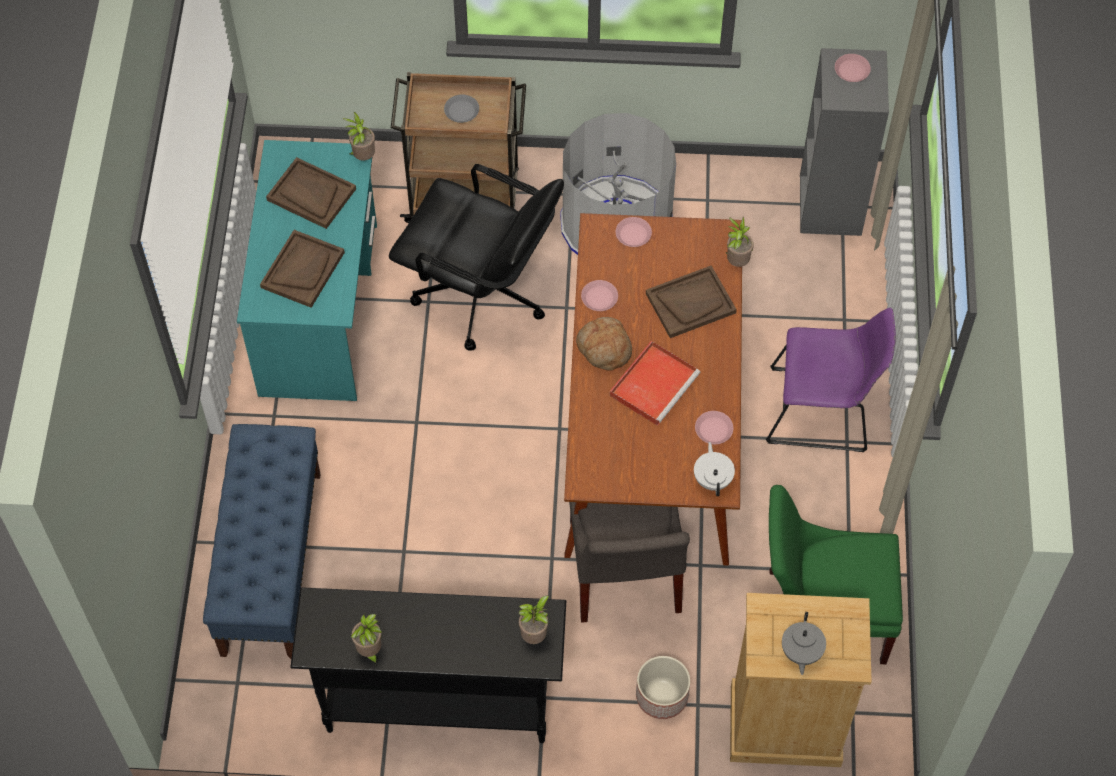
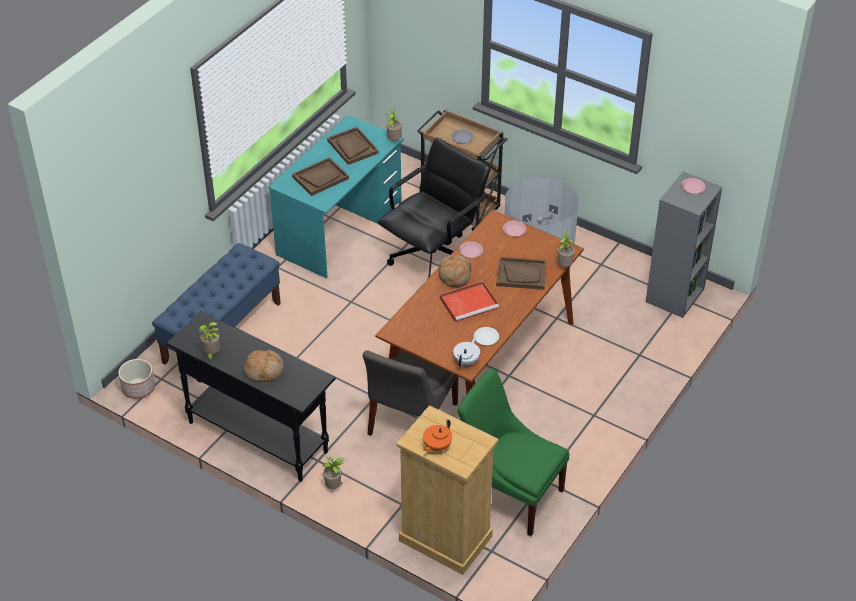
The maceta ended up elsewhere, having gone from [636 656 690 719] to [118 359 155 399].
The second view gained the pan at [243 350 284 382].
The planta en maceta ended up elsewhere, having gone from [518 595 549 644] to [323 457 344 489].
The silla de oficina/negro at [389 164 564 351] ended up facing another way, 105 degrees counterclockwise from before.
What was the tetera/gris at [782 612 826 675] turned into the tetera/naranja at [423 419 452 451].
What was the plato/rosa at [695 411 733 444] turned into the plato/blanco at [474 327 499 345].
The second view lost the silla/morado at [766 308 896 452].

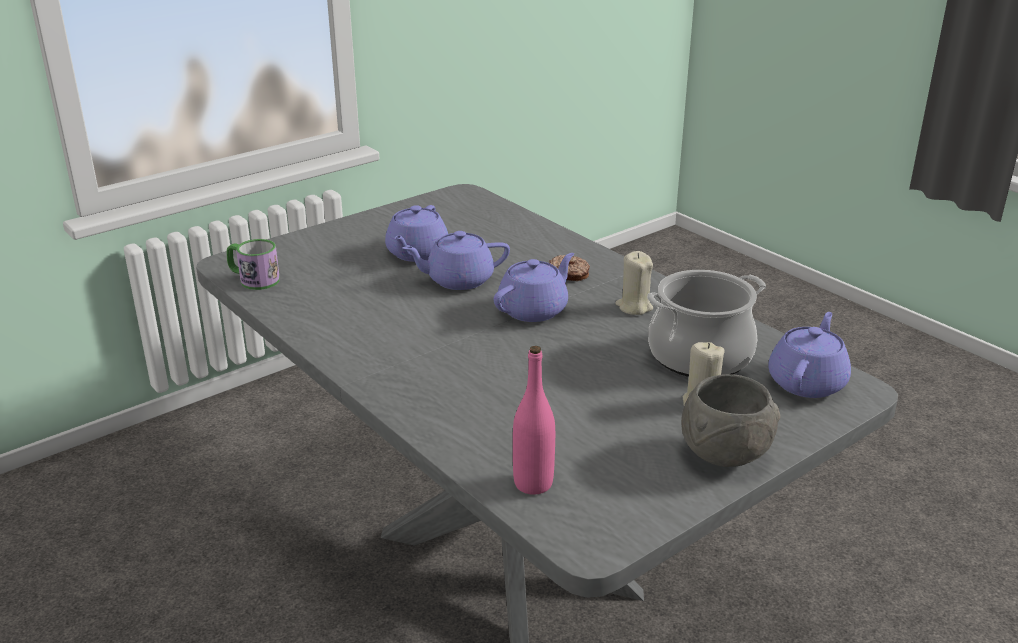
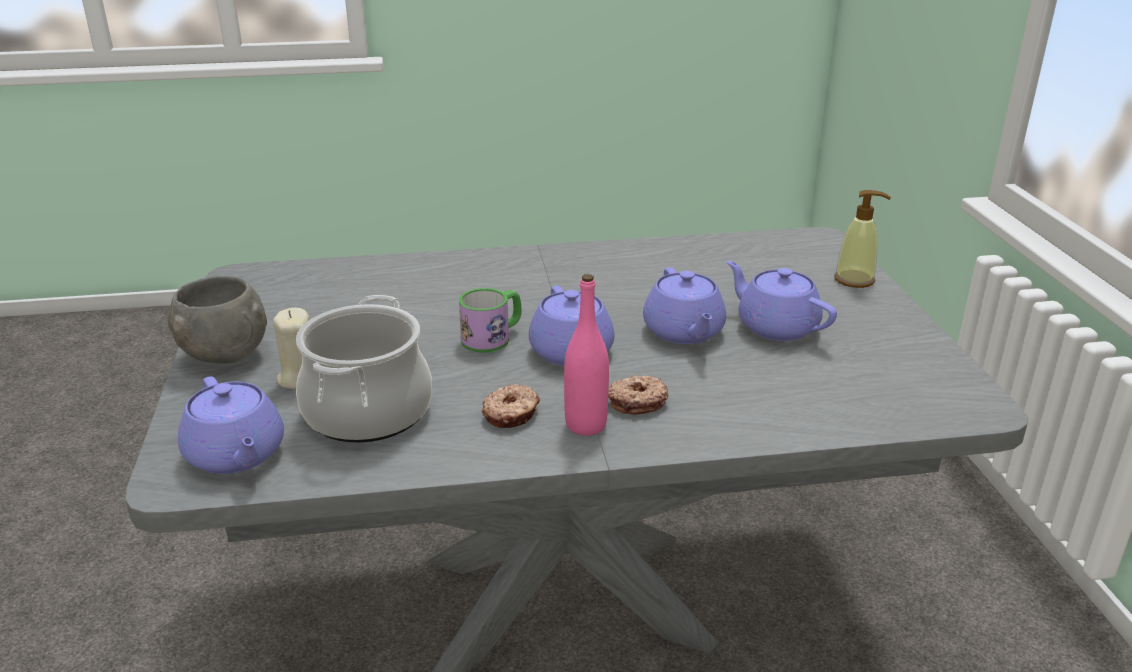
The taza grande ended up elsewhere, having gone from [226 239 280 290] to [459 288 521 353].
Where the vela/beis stood at [615 251 653 315], the rosquilla came to stand at [482 384 540 428].
The botella/rosa ended up elsewhere, having gone from [513 346 555 495] to [564 274 609 436].
The tetera/morado at [402 231 510 290] ended up facing another way, 150 degrees clockwise from before.
The second view gained the dispensador de jabón at [834 190 891 288].

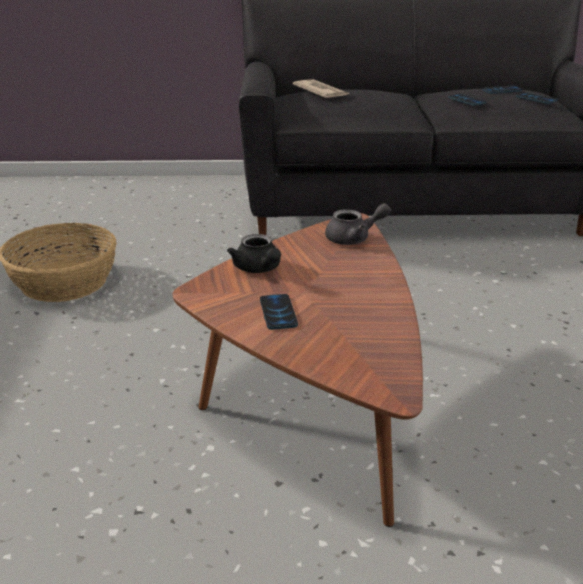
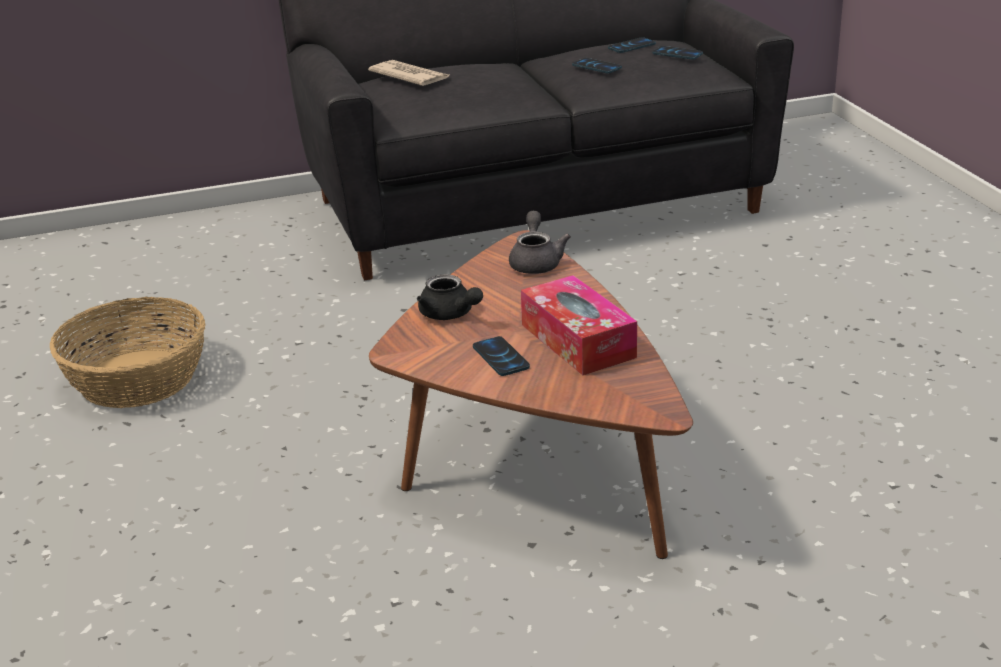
The tetera/gris at [325 203 391 245] ended up facing another way, 60 degrees counterclockwise from before.
The second view gained the caja de pañuelos at [521 275 637 375].

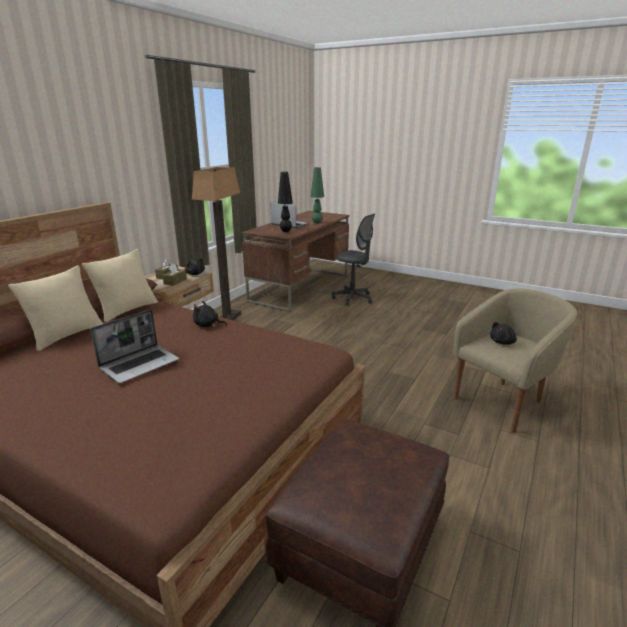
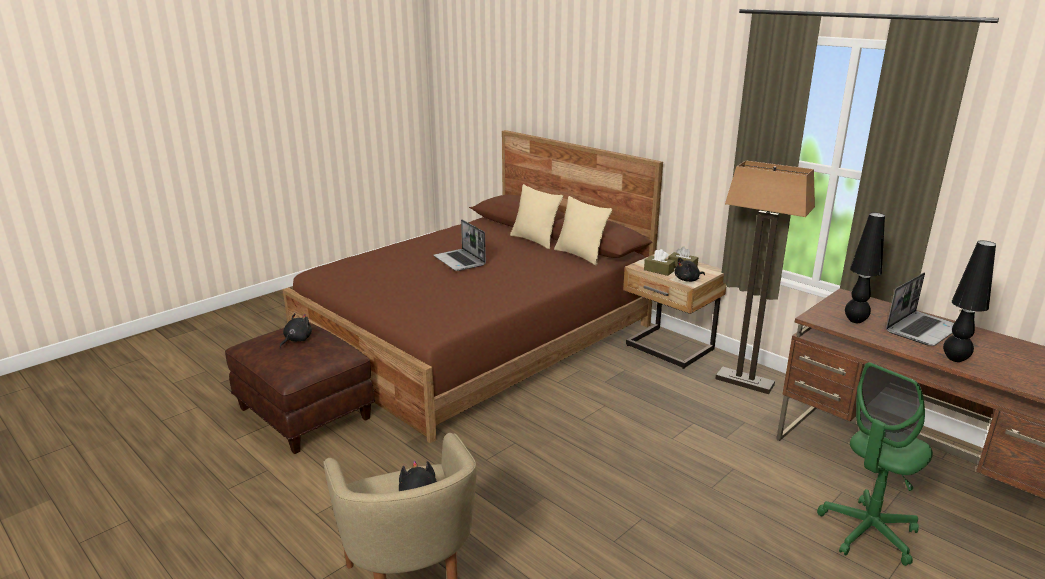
The peluche/negro ended up elsewhere, having gone from [193 301 227 327] to [280 313 312 348].
What was the silla de oficina/gris at [332 214 375 306] turned into the silla de oficina/verde at [817 362 933 566].
What was the lámpara de mesa/verde at [310 167 324 224] turned into the lámpara de mesa/negro at [943 241 996 362].

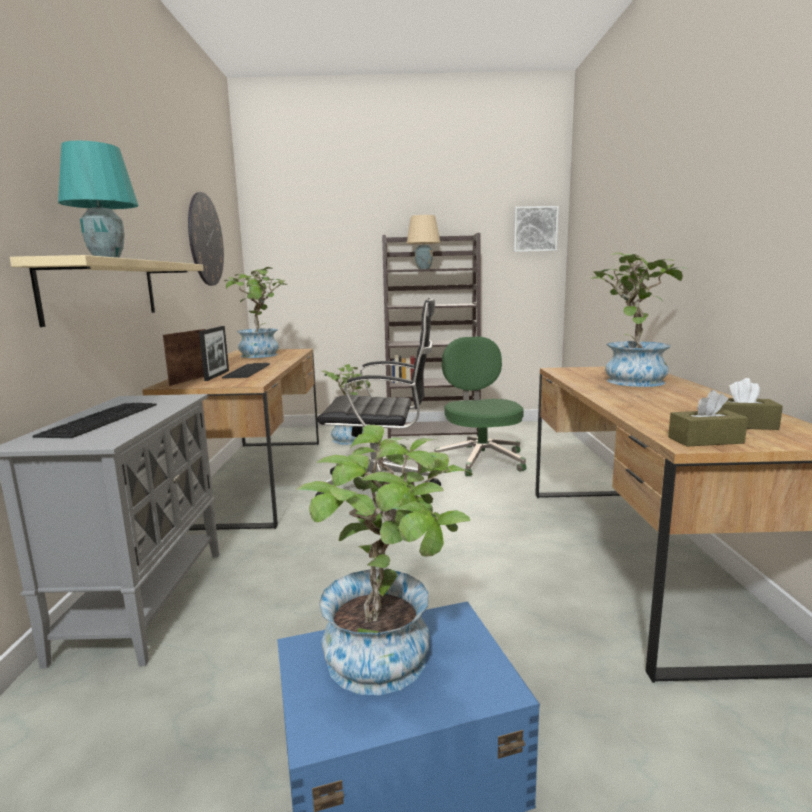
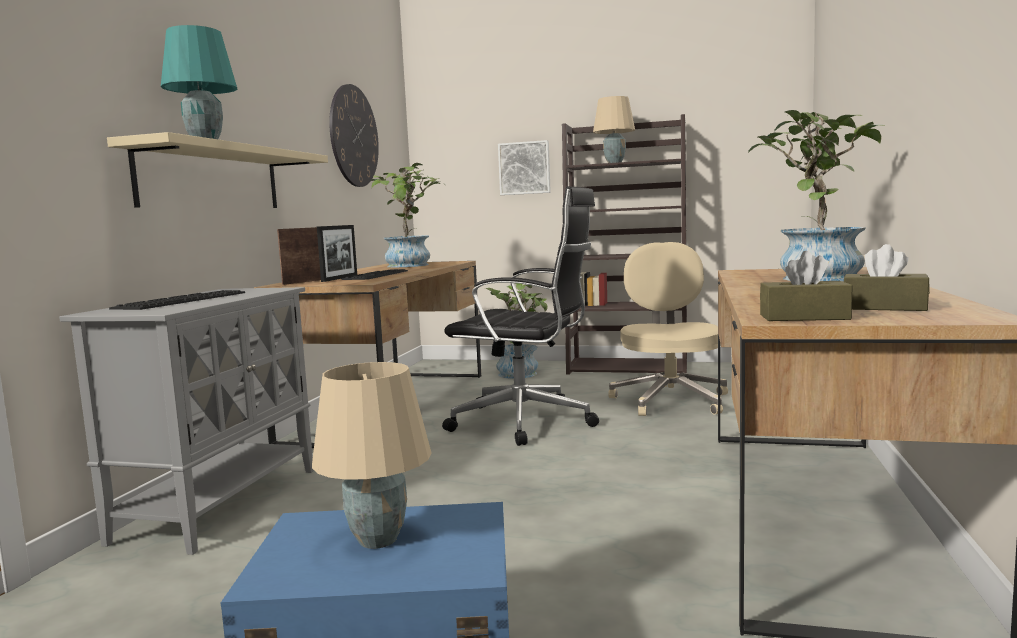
Where the planta en maceta stood at [296 425 473 695], the lámpara de mesa/beis came to stand at [312 362 432 549].
The cuadro ended up elsewhere, having gone from [513 206 559 252] to [498 140 551 195].
What was the silla de oficina/verde at [434 336 526 476] turned into the silla de oficina/beis at [608 242 728 416].

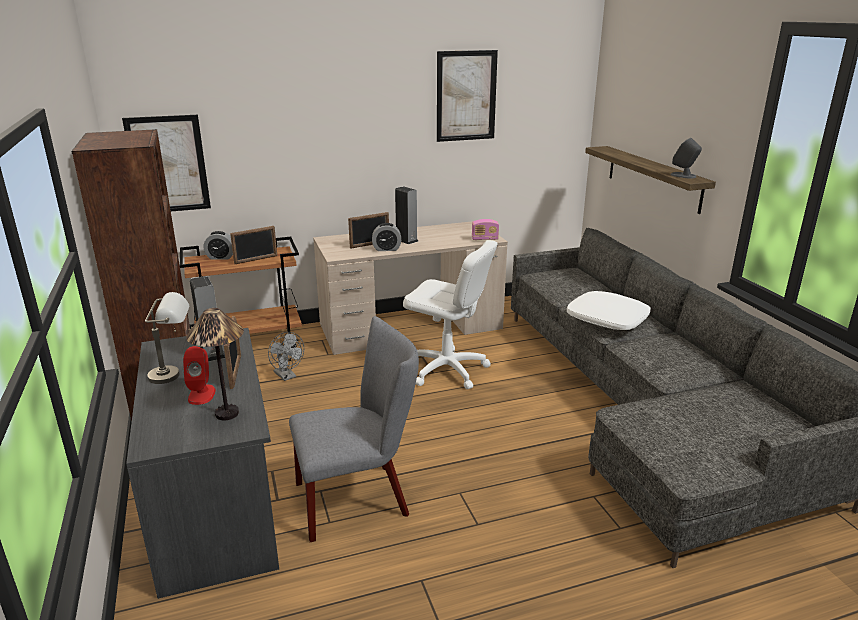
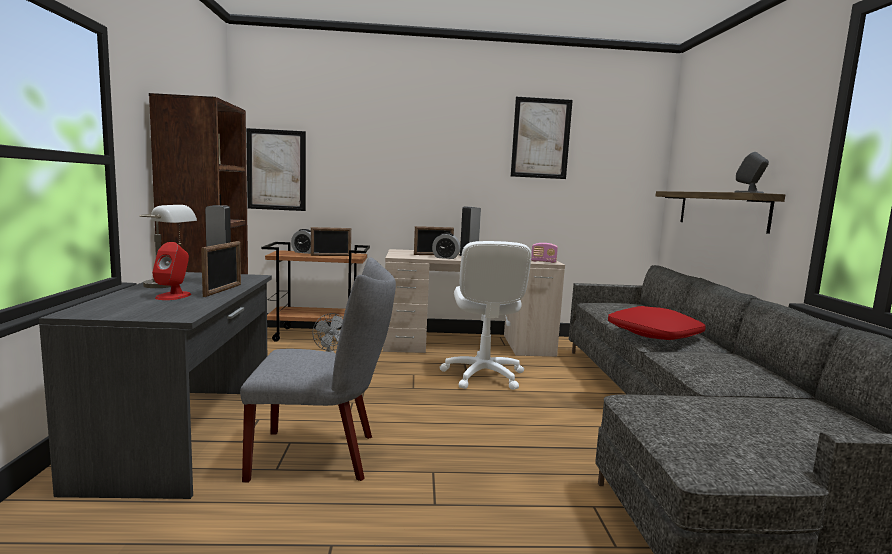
The silla de oficina/blanco at [403 240 498 389] ended up facing another way, 45 degrees clockwise from before.
What was the cojín/blanco at [567 291 651 330] turned into the cojín/rojo at [608 306 706 340].
The second view lost the lámpara de mesa at [187 308 244 420].

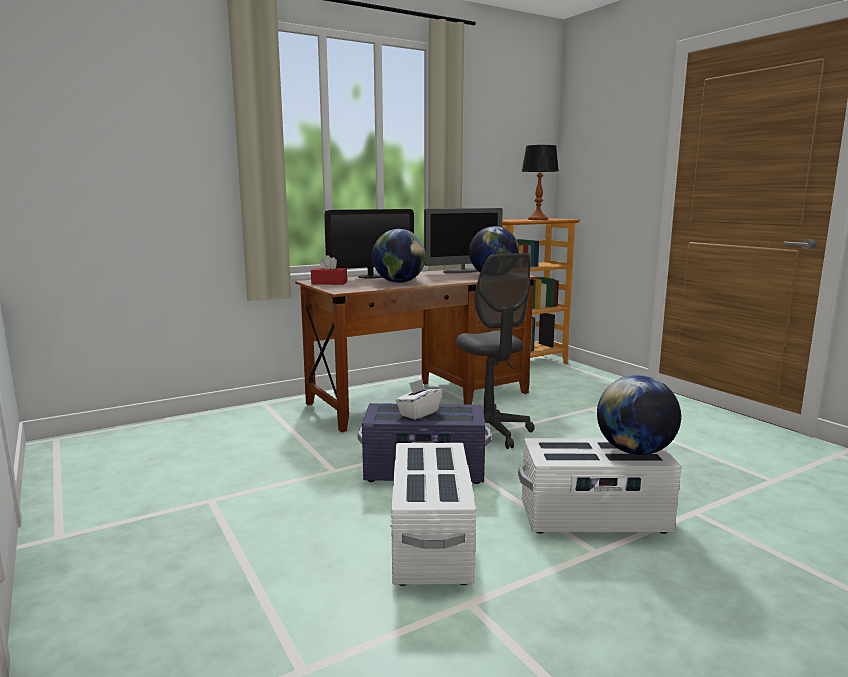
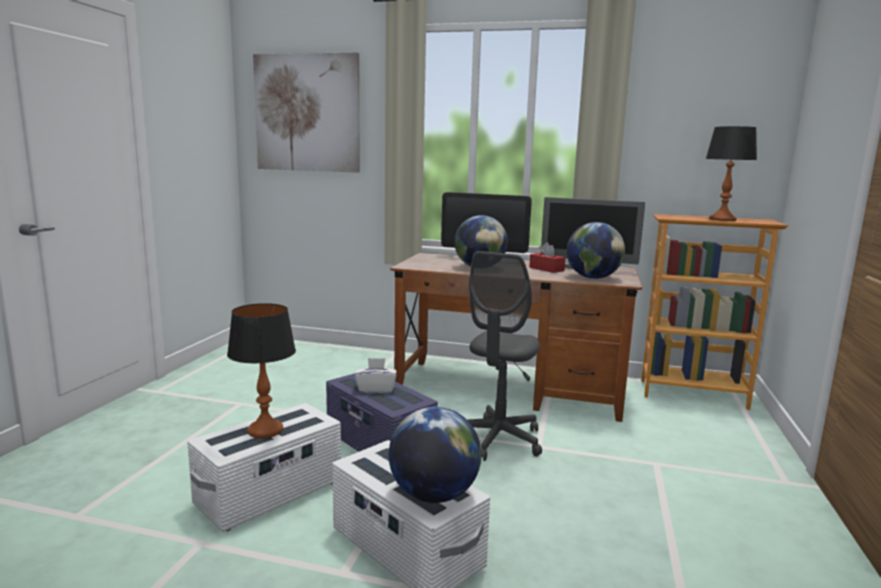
The second view gained the lámpara de mesa at [227 303 296 438].
The second view gained the cuadro at [253 53 360 173].
The caja de pañuelos/rojo ended up elsewhere, having gone from [311 255 347 285] to [529 242 566 273].

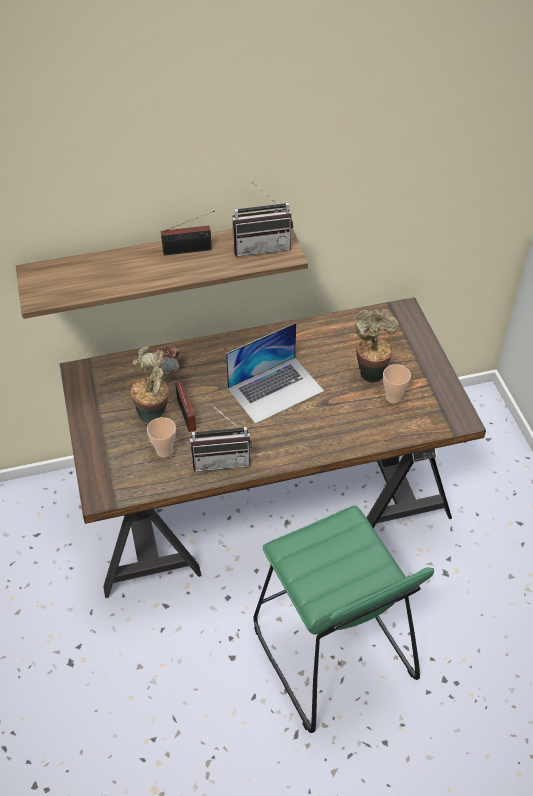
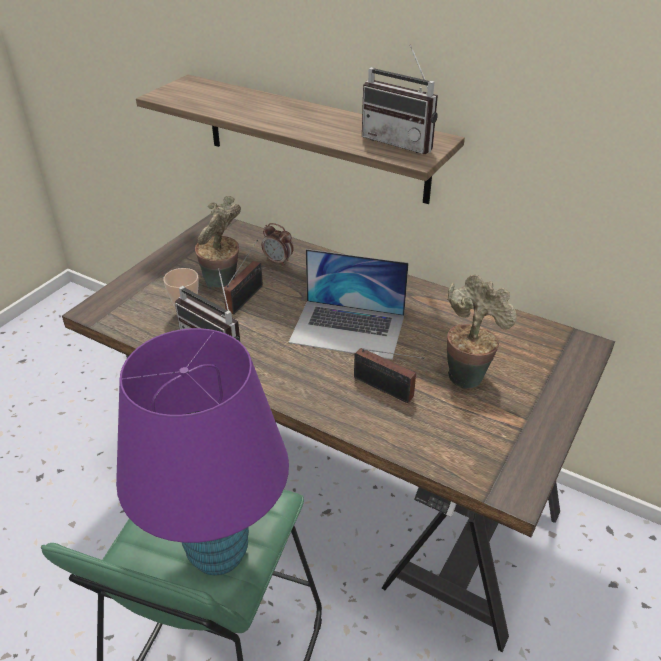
The second view gained the lámpara de mesa/morado at [116 328 289 575].
The radio ended up elsewhere, having gone from [161 211 215 255] to [354 348 424 403].
The second view lost the taza at [383 364 411 403].

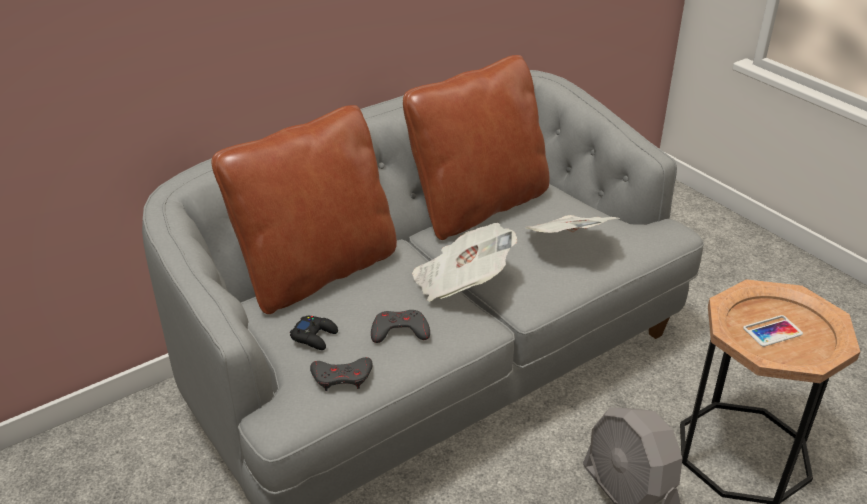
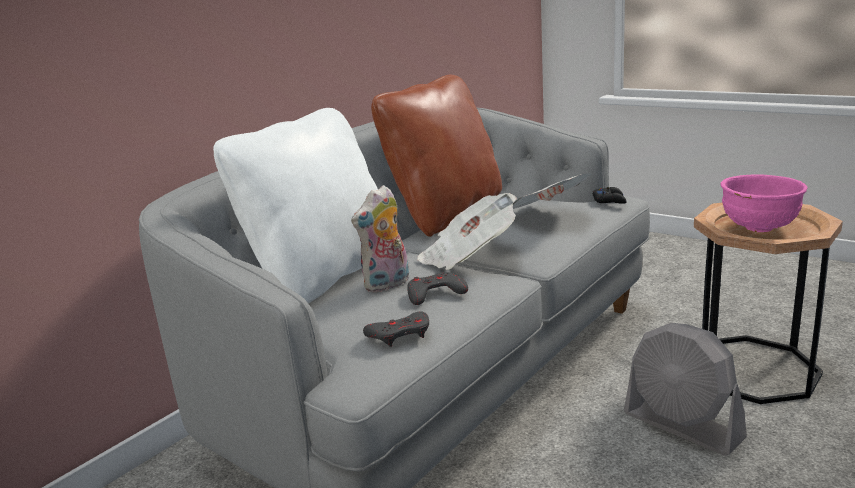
What was the cojín/marrón at [211 105 397 314] turned into the cojín/blanco at [213 108 378 303].
The second view gained the peluche at [351 185 409 293].
The mando de consola/negro ended up elsewhere, having gone from [290 316 338 350] to [593 187 627 204].
Where the móvil stood at [743 315 803 347], the cuenco/rosa came to stand at [721 174 808 232].

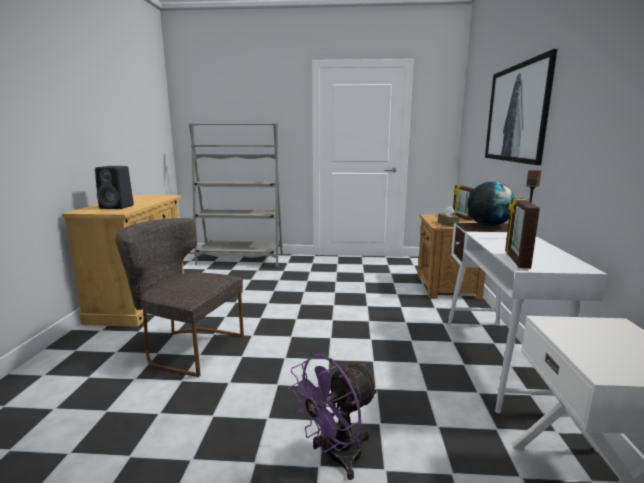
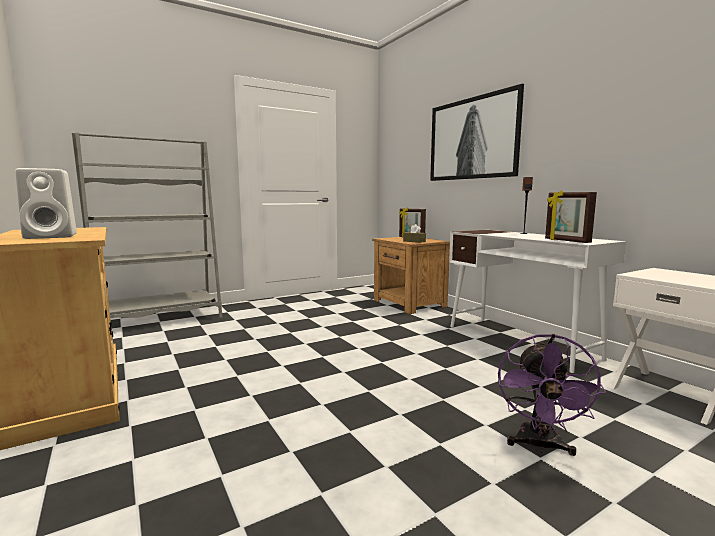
What was the altavoz/negro at [95 166 134 209] turned into the altavoz/blanco at [15 168 77 239].
The second view lost the silla/gris at [115 218 244 377].
The second view lost the globo terráqueo at [467 182 515 226].

